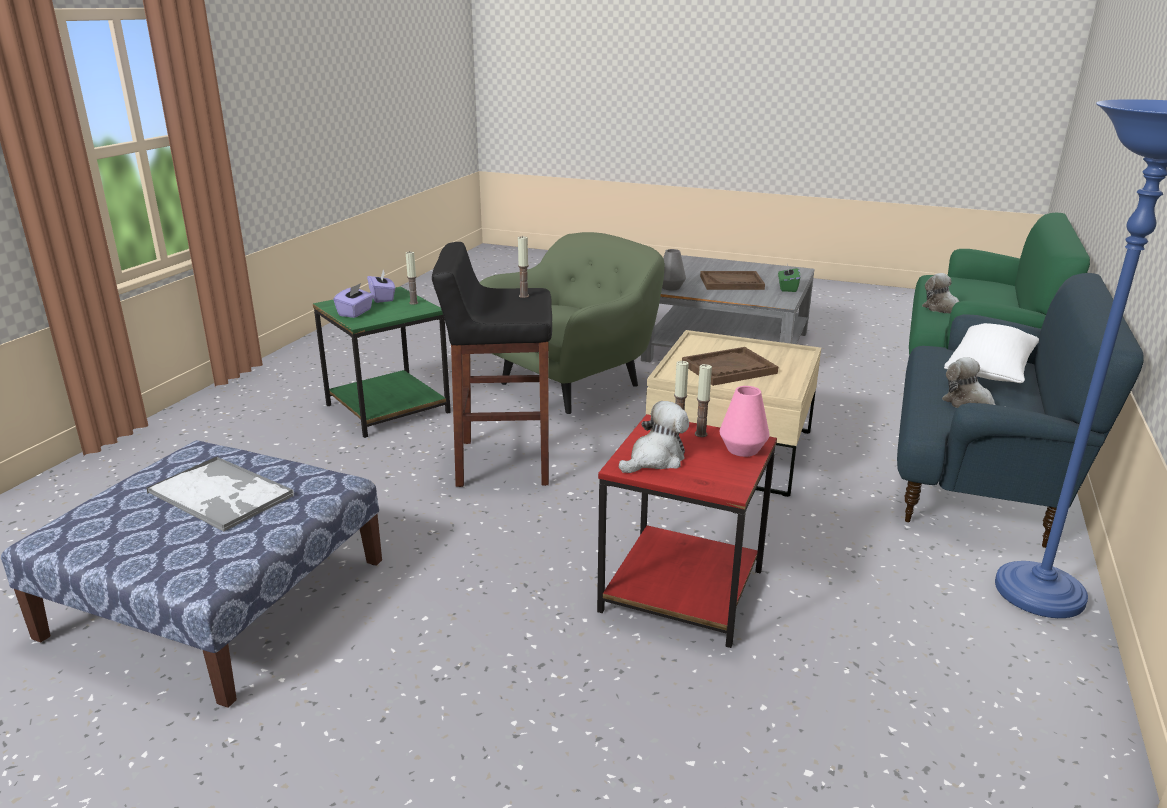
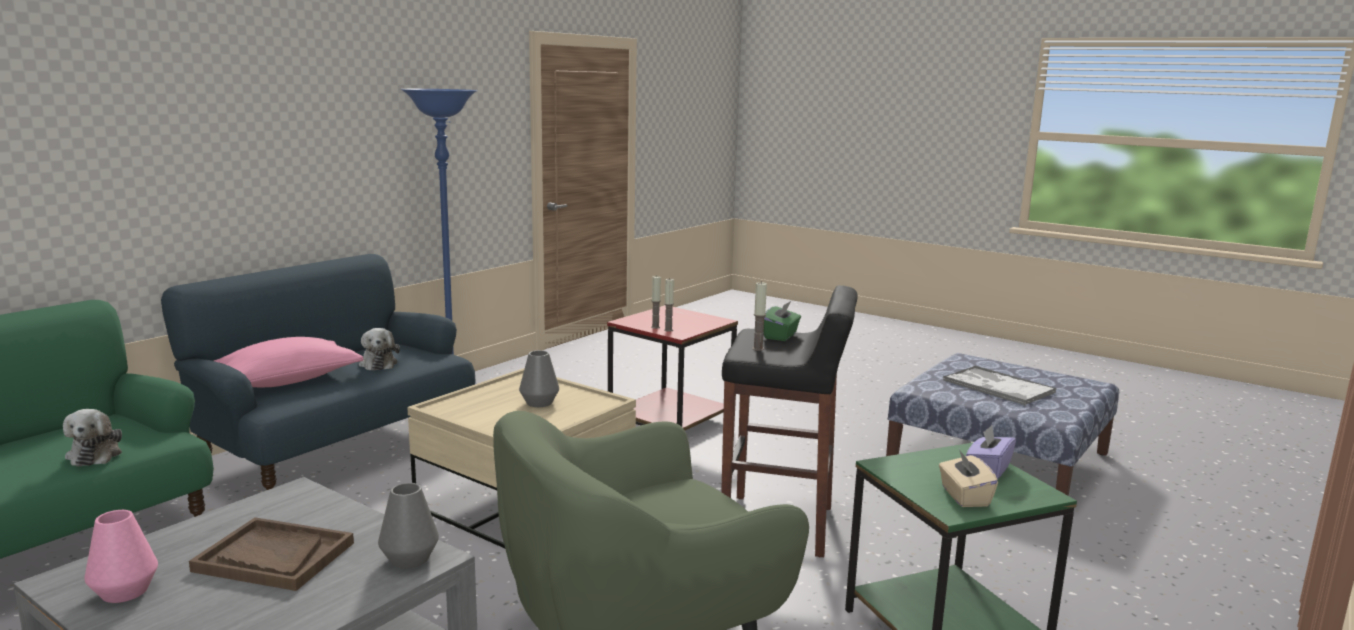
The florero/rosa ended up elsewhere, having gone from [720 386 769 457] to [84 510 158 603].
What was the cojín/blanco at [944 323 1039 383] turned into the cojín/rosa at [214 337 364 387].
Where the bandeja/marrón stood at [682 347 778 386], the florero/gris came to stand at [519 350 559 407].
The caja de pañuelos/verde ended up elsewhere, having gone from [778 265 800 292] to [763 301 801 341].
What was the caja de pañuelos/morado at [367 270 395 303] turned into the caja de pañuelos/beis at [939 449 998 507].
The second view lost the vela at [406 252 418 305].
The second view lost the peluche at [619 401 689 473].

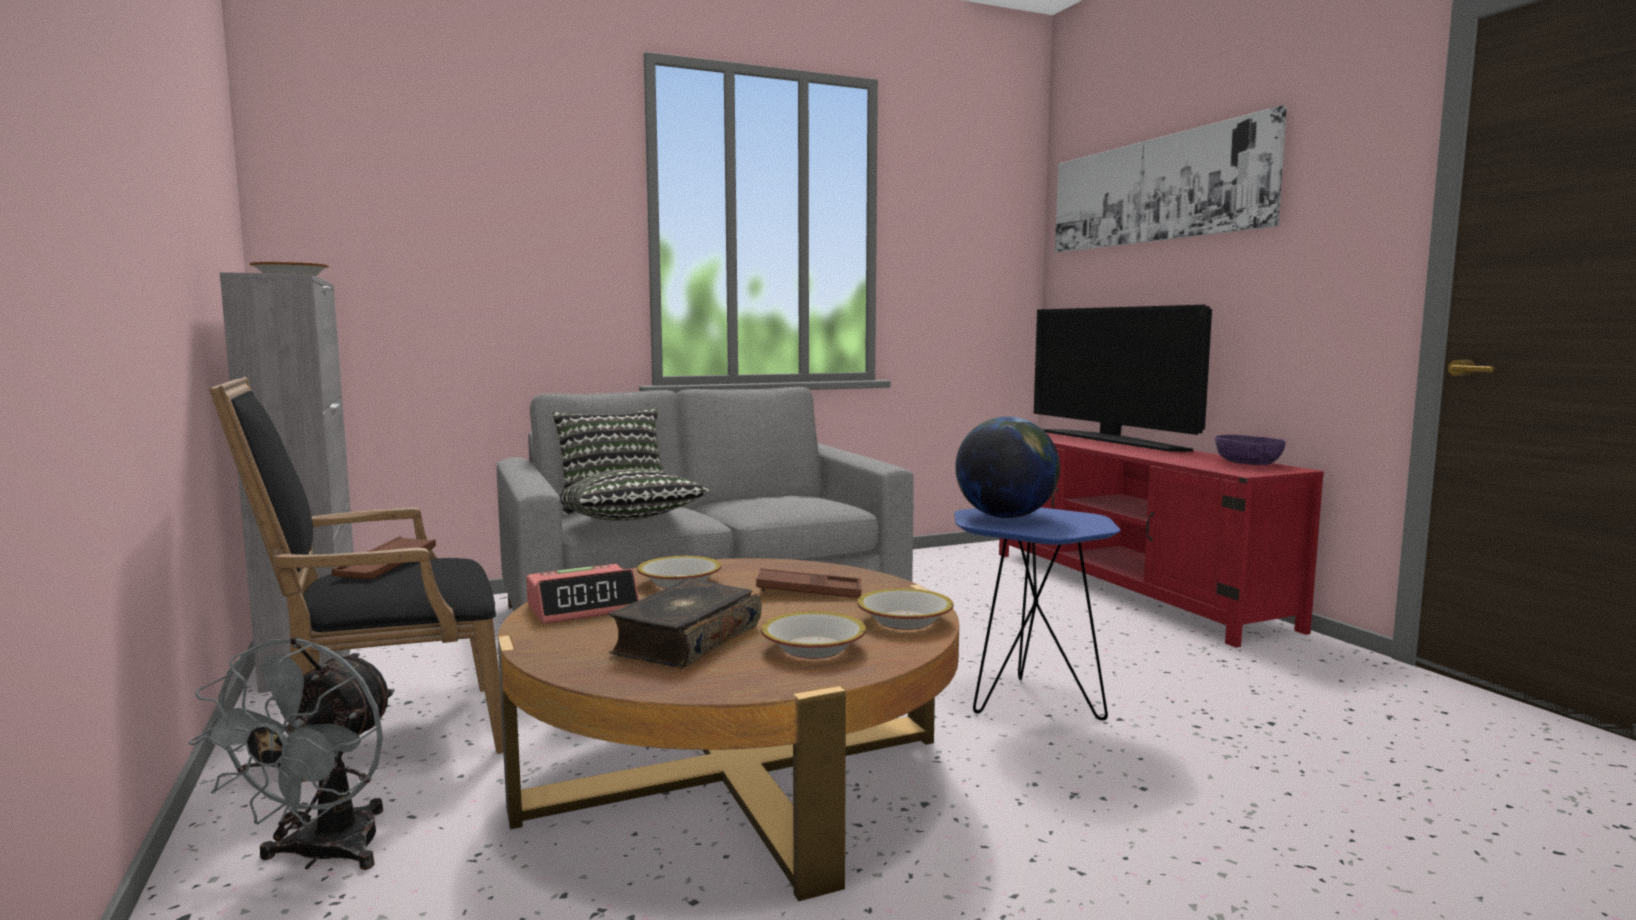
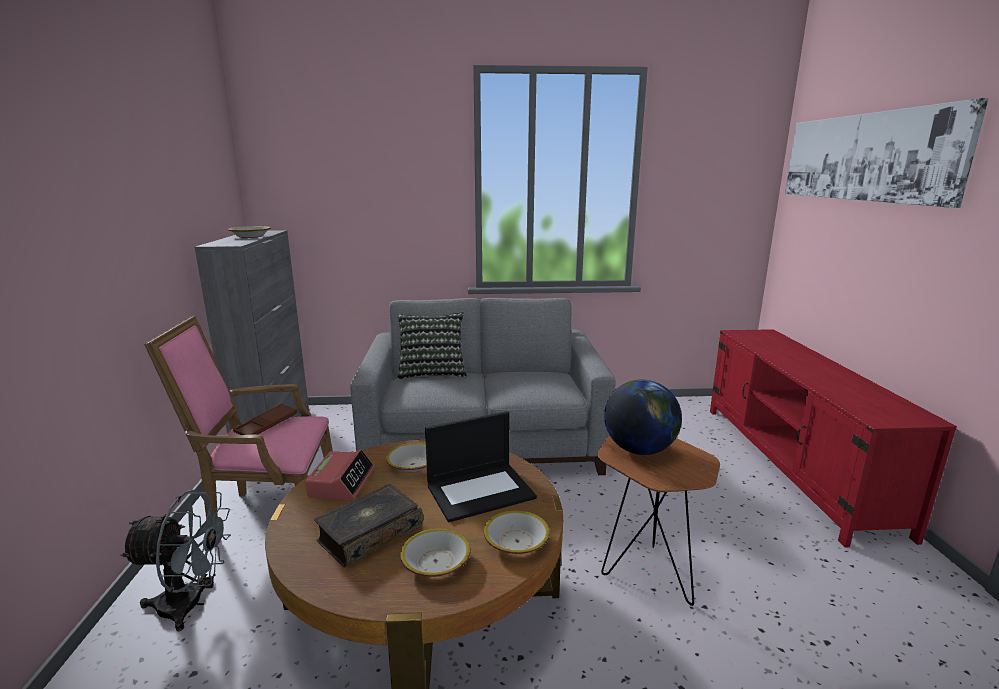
The ventilador/gris at [189 637 395 870] ended up facing another way, 120 degrees counterclockwise from before.
What was the sillón/negro at [209 377 503 782] turned into the sillón/rosa at [144 316 333 520].
The despertador at [526 564 639 624] ended up facing another way, 75 degrees counterclockwise from before.
Where the bandeja/marrón stood at [756 568 862 598], the portátil came to stand at [425 411 537 522].
What was the mesa auxiliar/azul at [954 507 1121 720] turned into the mesa auxiliar/marrón at [597 435 720 606].
The second view lost the cojín at [559 468 710 521].
The second view lost the televisor at [1034 305 1212 451].
The second view lost the cuenco/morado at [1215 435 1286 465].

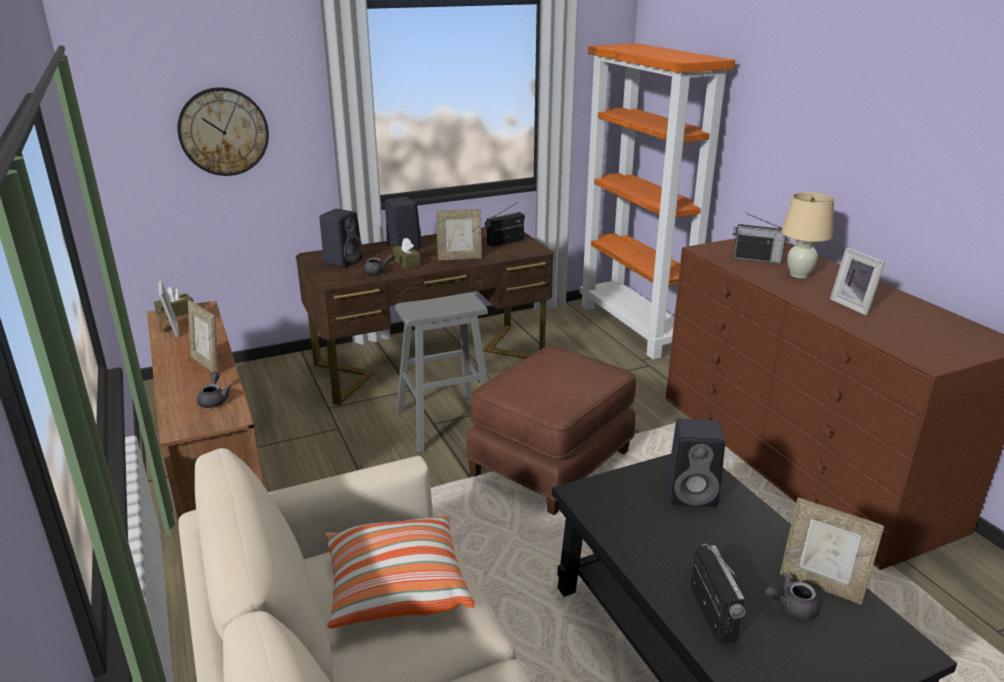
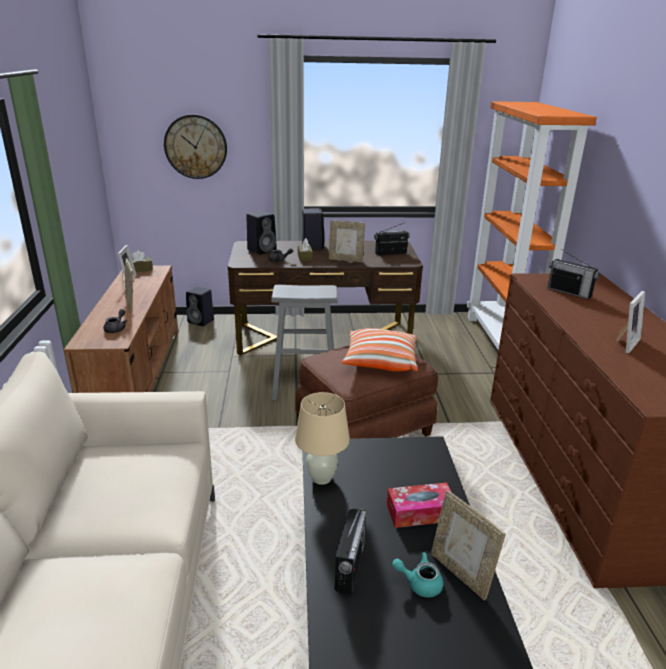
The altavoz/negro ended up elsewhere, having gone from [668 418 725 507] to [186 287 214 326].
The lámpara de mesa/beis ended up elsewhere, having gone from [781 192 834 278] to [295 392 350 485].
The cojín ended up elsewhere, having gone from [325 515 474 628] to [341 328 418 371].
The second view gained the caja de pañuelos at [387 482 451 528].
What was the tetera/gris at [764 572 820 620] turned into the tetera/turquesa at [392 552 443 597].
The portarretratos at [830 248 885 315] ended up facing another way, 135 degrees counterclockwise from before.

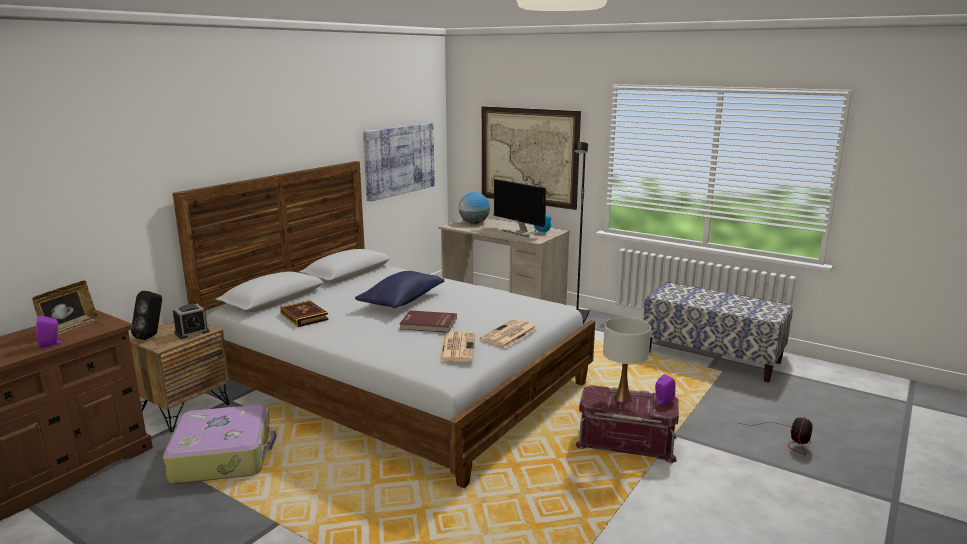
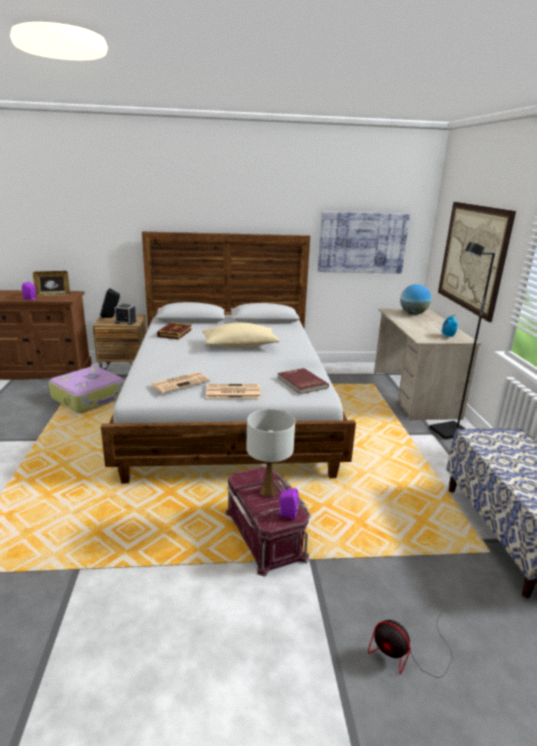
What was the cojín/azul at [355 271 444 308] turned into the cojín/beis at [202 323 280 348].
The libro/rojo ended up elsewhere, having gone from [399 310 457 333] to [277 368 329 394].
The ventilador at [740 417 813 455] ended up facing another way, 45 degrees clockwise from before.
The second view lost the monitor at [494 179 546 237].

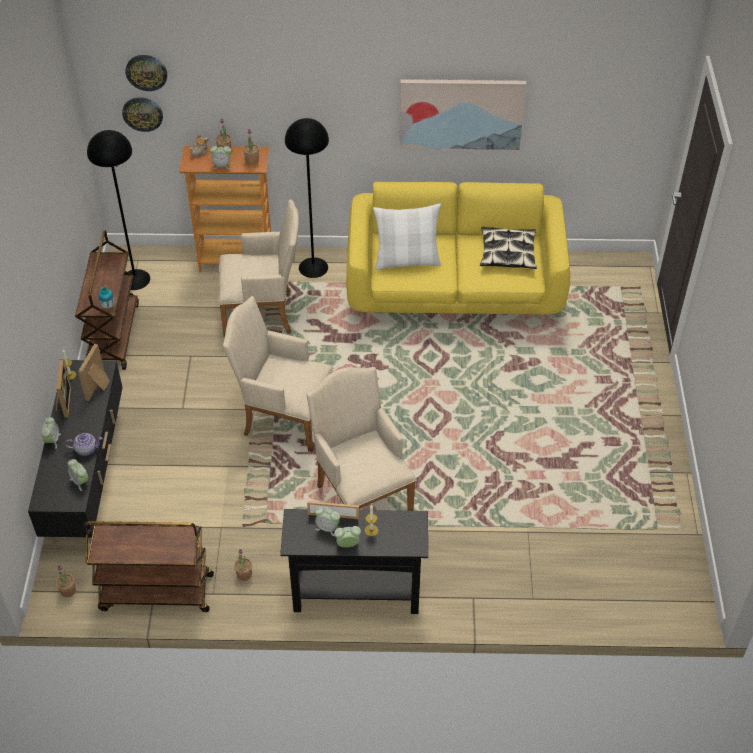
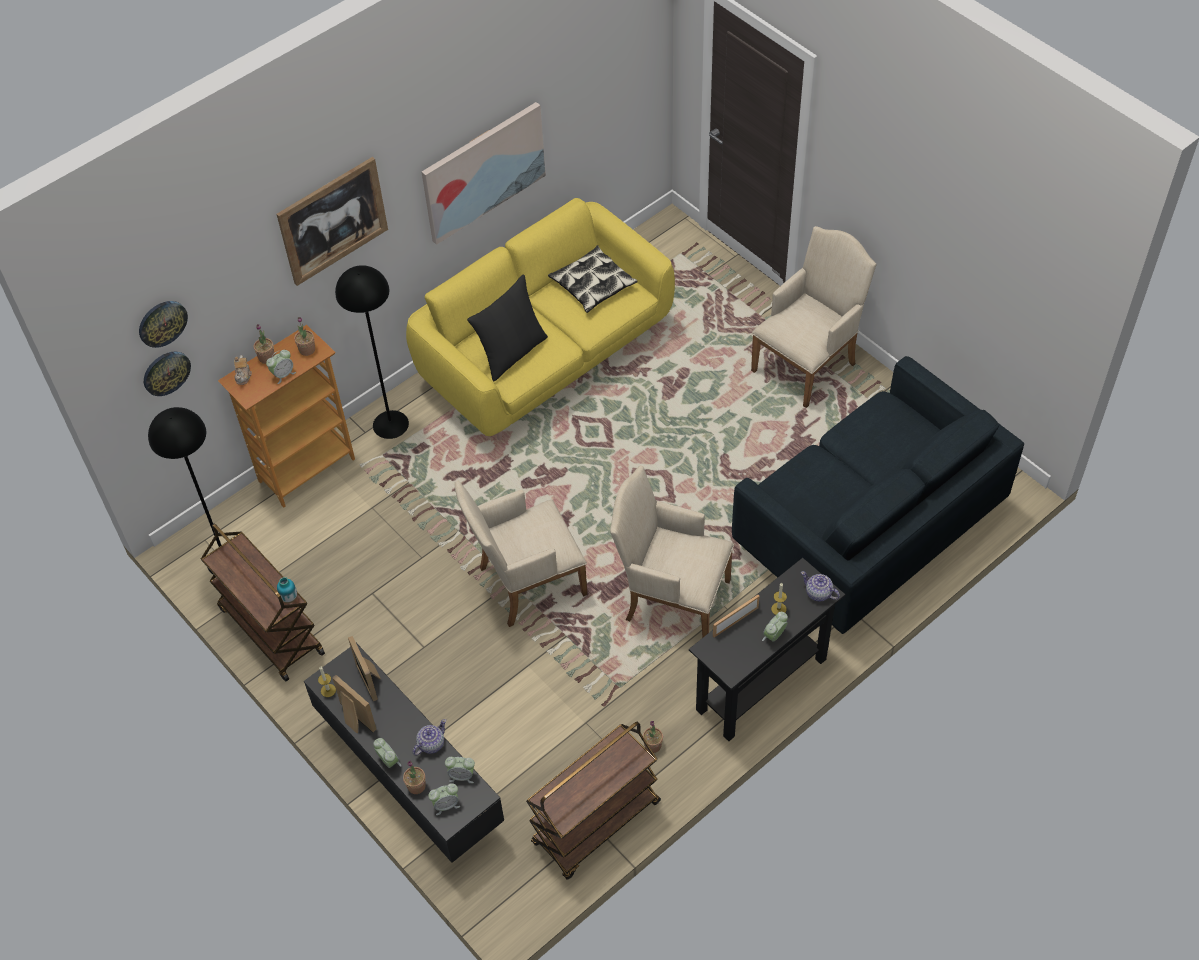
The second view gained the cuadro at [276 157 388 286].
The planta en maceta ended up elsewhere, having gone from [56 566 76 597] to [403 760 426 794].
The despertador ended up elsewhere, having gone from [315 506 340 536] to [428 783 460 815].
What was the cojín/blanco at [373 203 441 270] turned into the cojín/negro at [467 274 548 381].
The second view gained the sofá/azul at [732 356 1024 634].
The sillón/beis ended up elsewhere, having gone from [219 200 299 337] to [751 226 877 408].
The second view gained the tetera at [801 571 840 601].

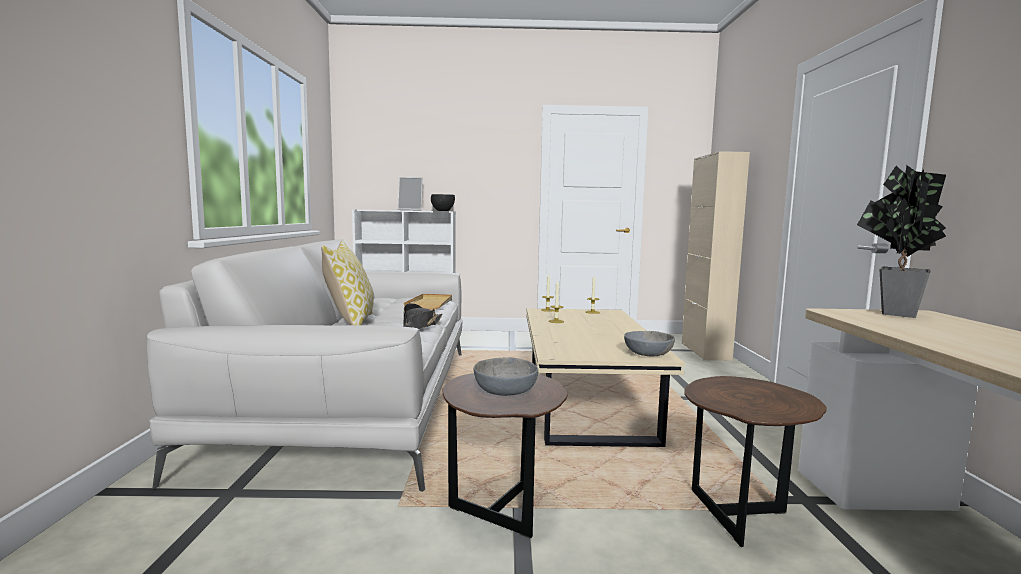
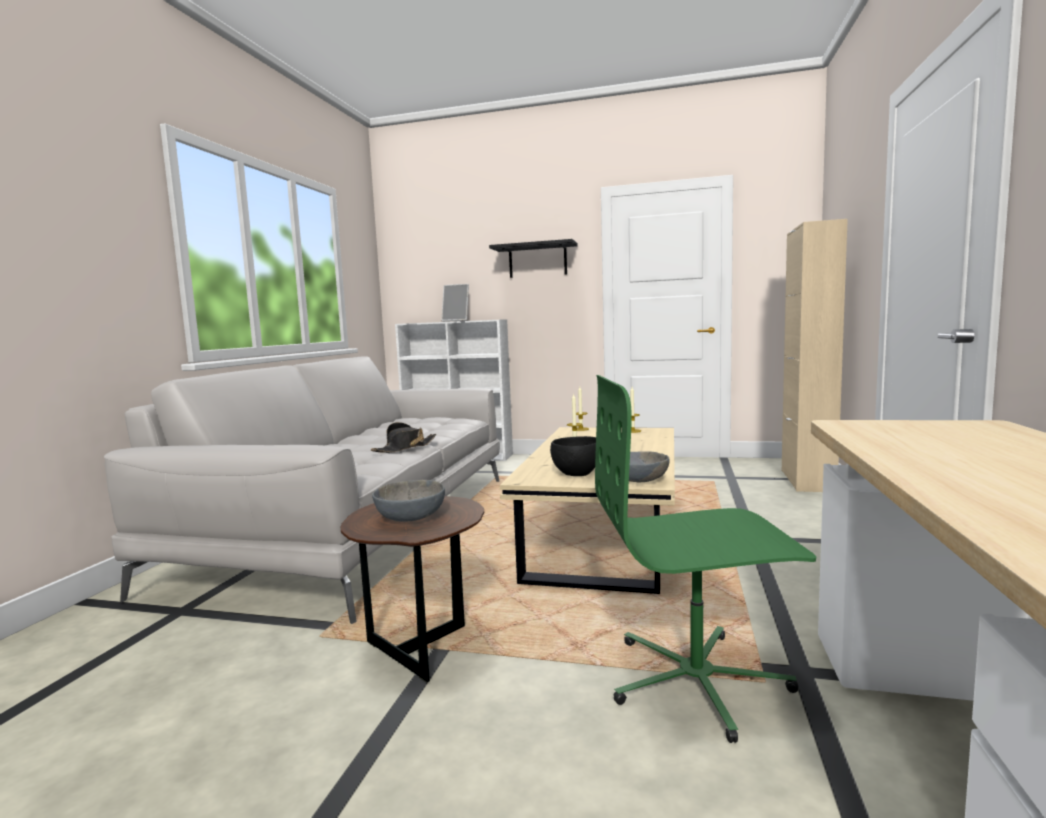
The second view gained the estante/negro at [489 239 578 278].
The cuenco/negro ended up elsewhere, having gone from [431 194 455 211] to [550 436 596 476].
Where the mesa auxiliar/marrón stood at [684 376 827 547], the silla de oficina/verde came to stand at [595 375 816 743].
The second view lost the cojín at [321 240 374 325].
The second view lost the bandeja/beis at [403 294 452 310].
The second view lost the planta en maceta at [857 165 946 318].

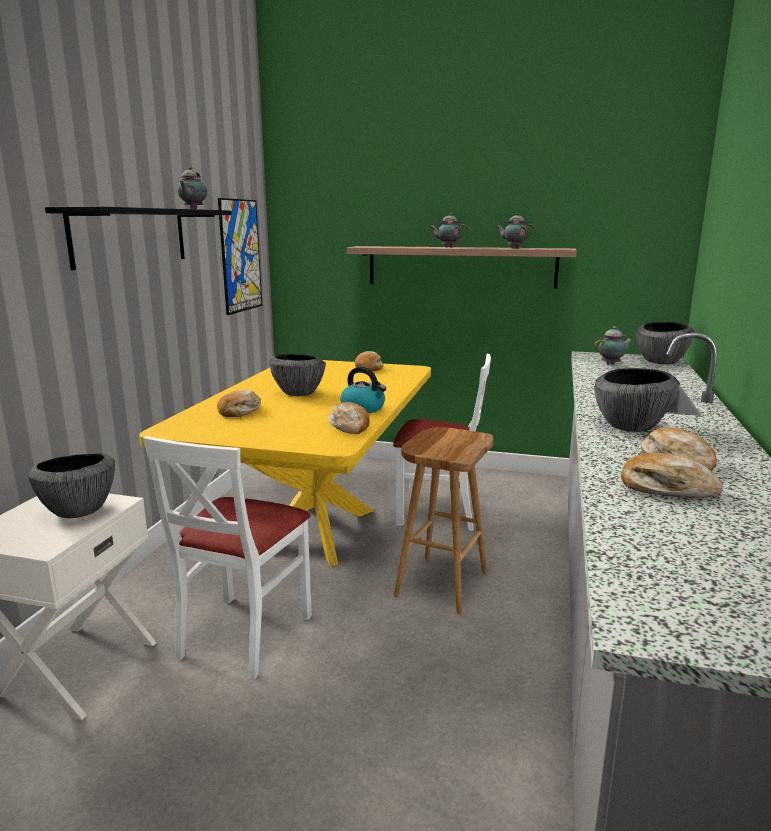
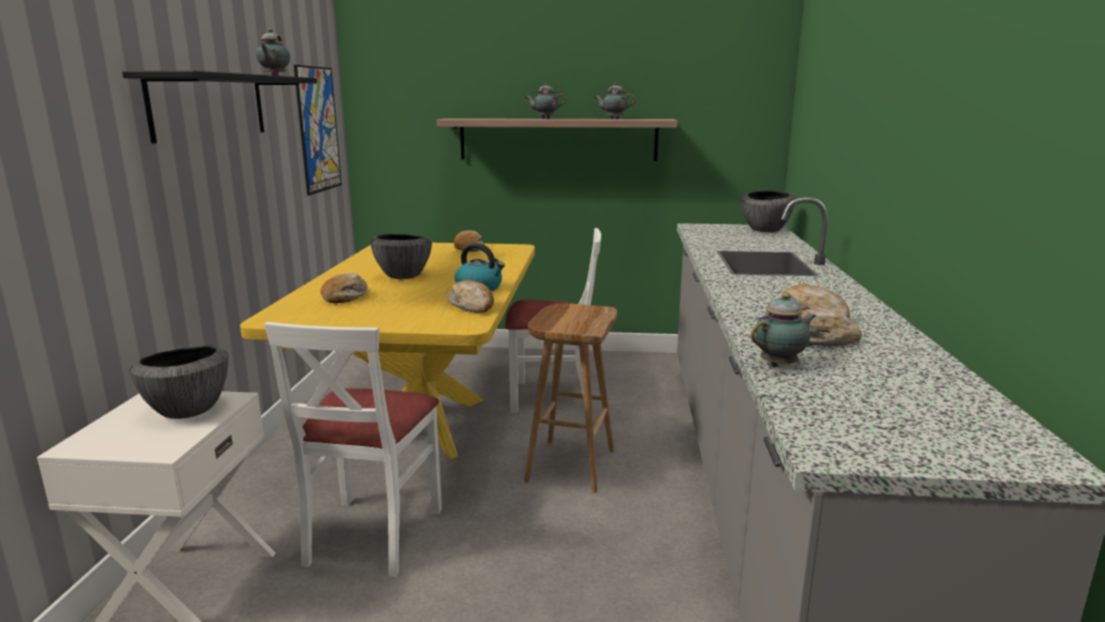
The tetera ended up elsewhere, having gone from [594 326 632 365] to [751 293 816 367].
The second view lost the cuenco at [594 368 680 432].

